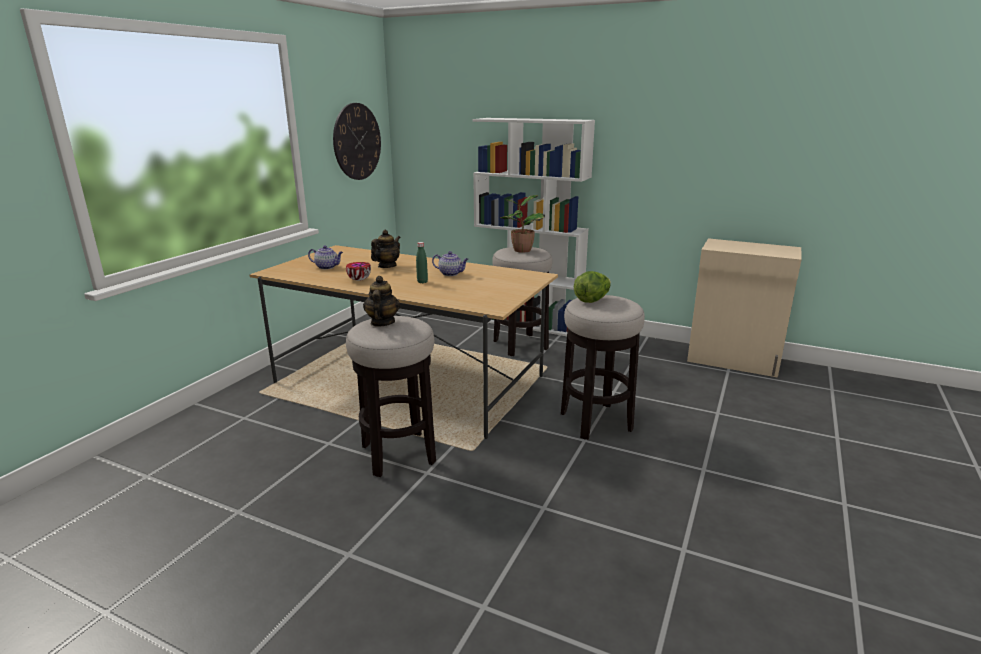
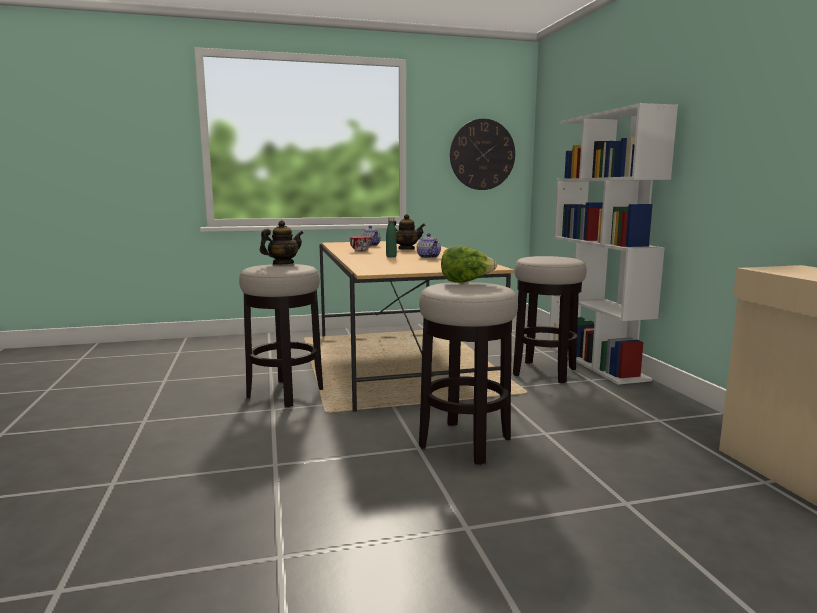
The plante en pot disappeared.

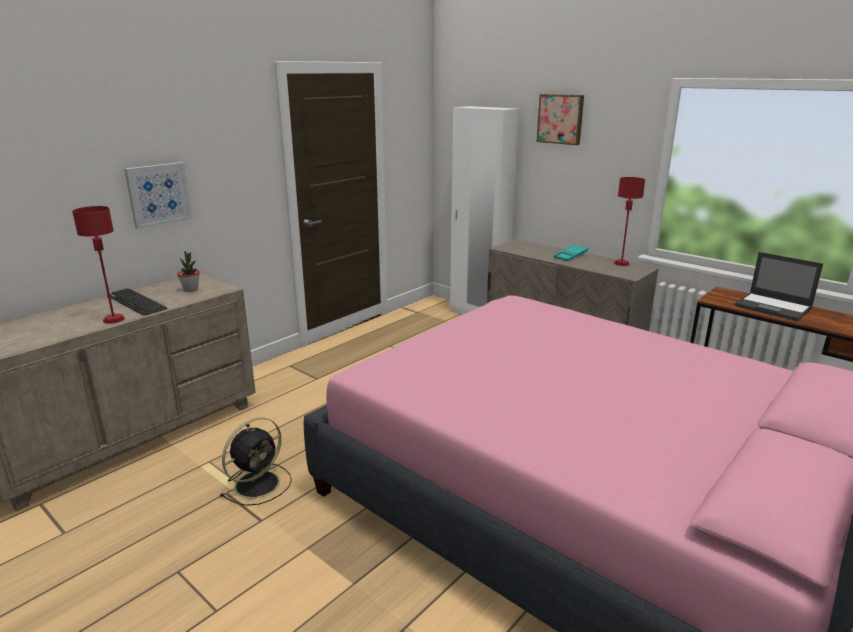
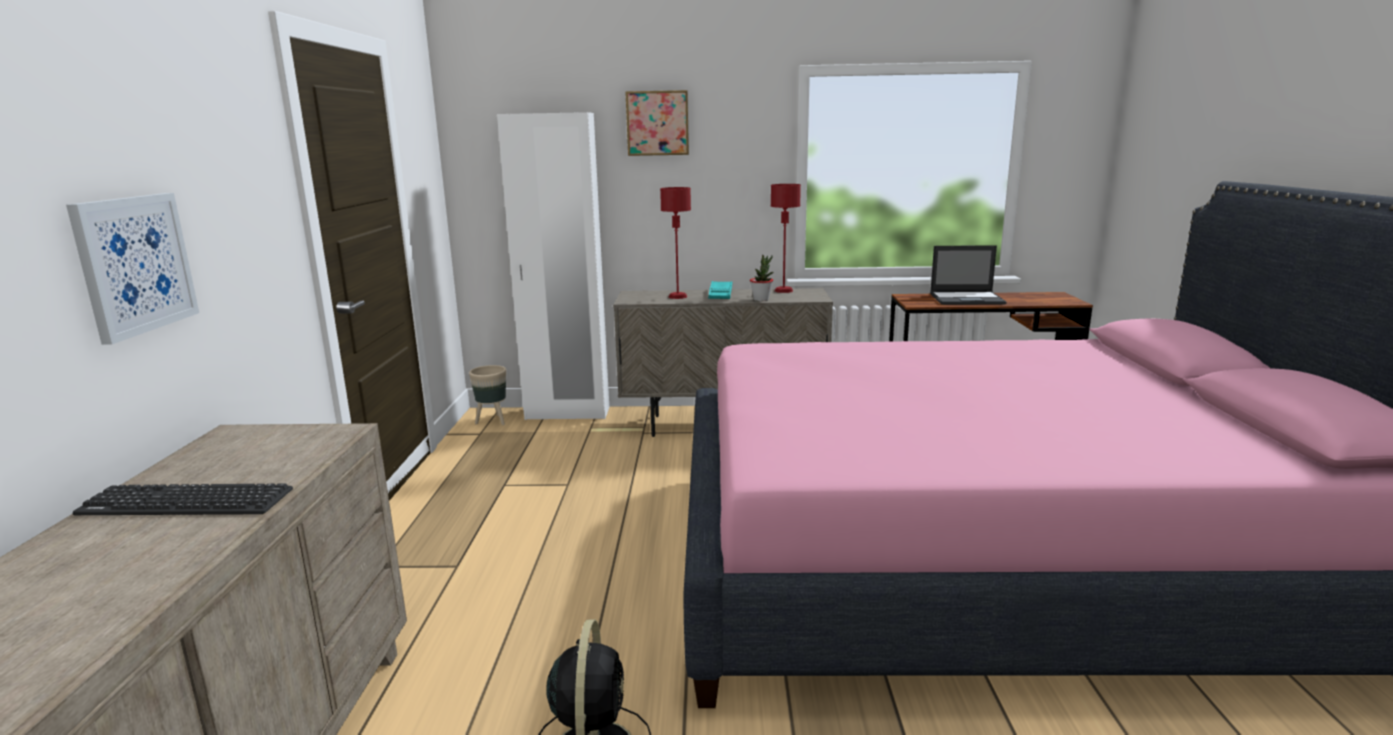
The cache-pot (beige) appeared.
The lampe de table (rouge) (1st from left) moved.
The plante en pot moved.

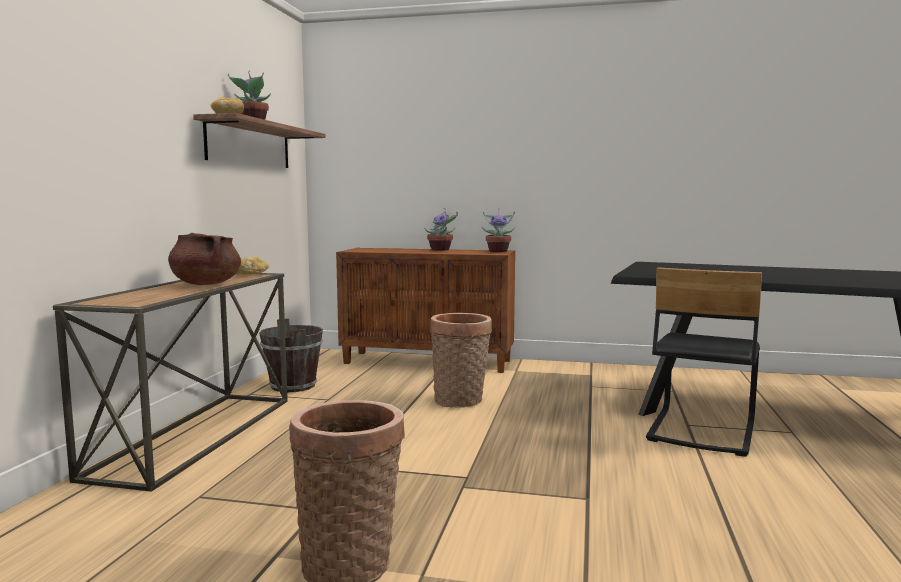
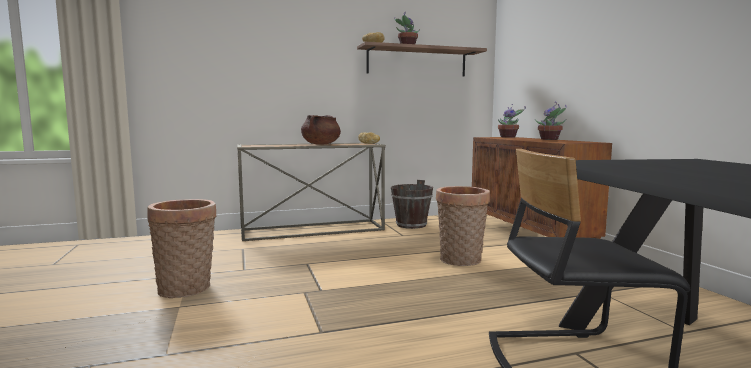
The plante en pot (3rd from left in the first image) moved.

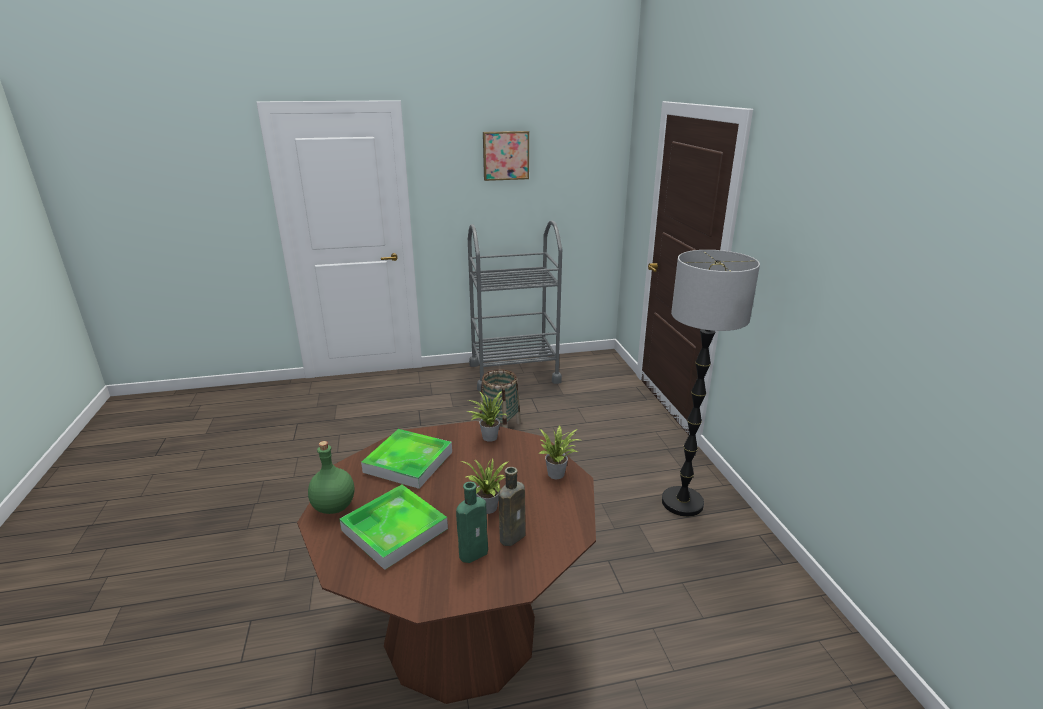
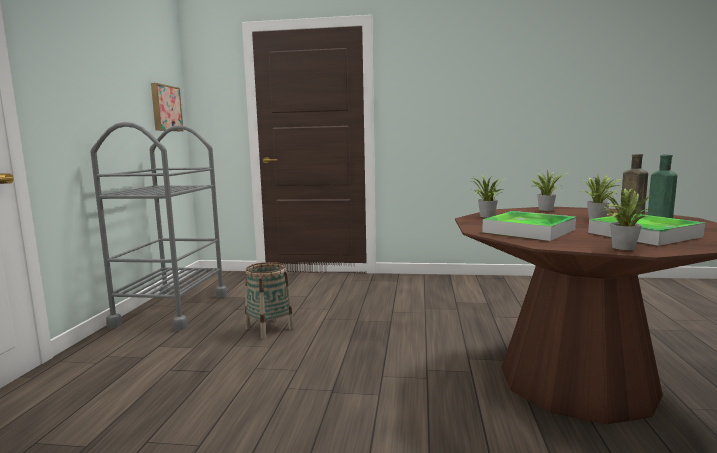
The tableau moved.
The bouteille (vert) (1st from left) was replaced by the plante en pot (4th from left).
The lampadaire disappeared.

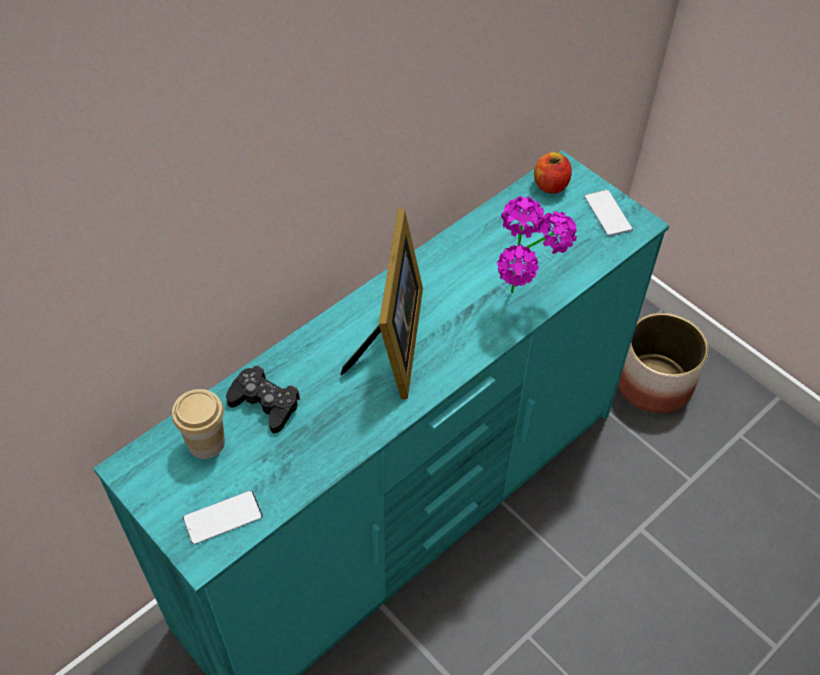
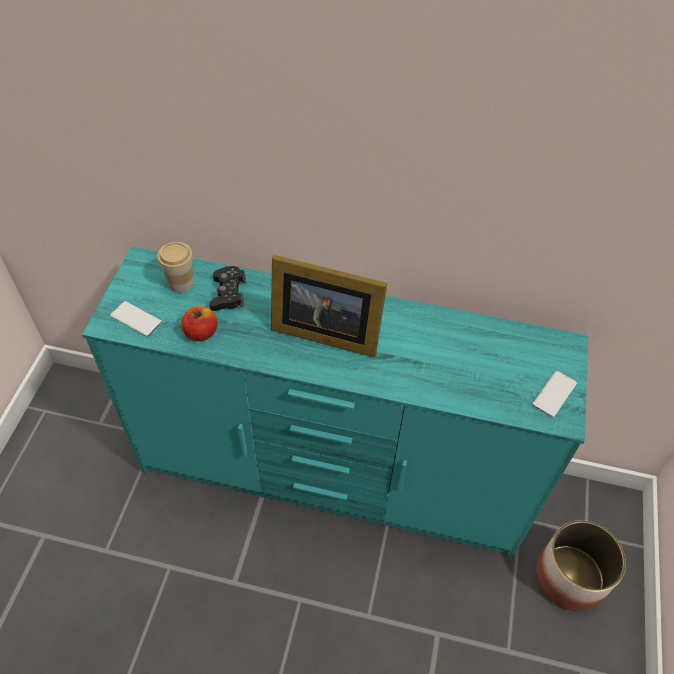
The pomme moved.
The cadre photo turned 45 degrees clockwise.
The plante en pot disappeared.

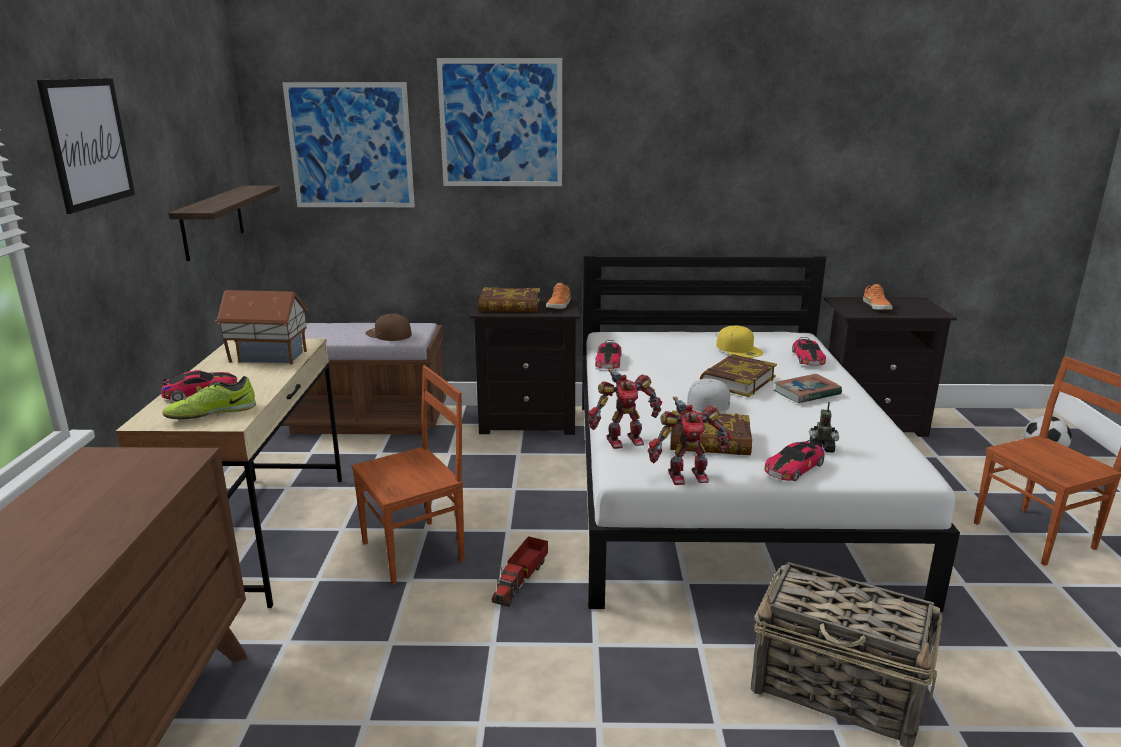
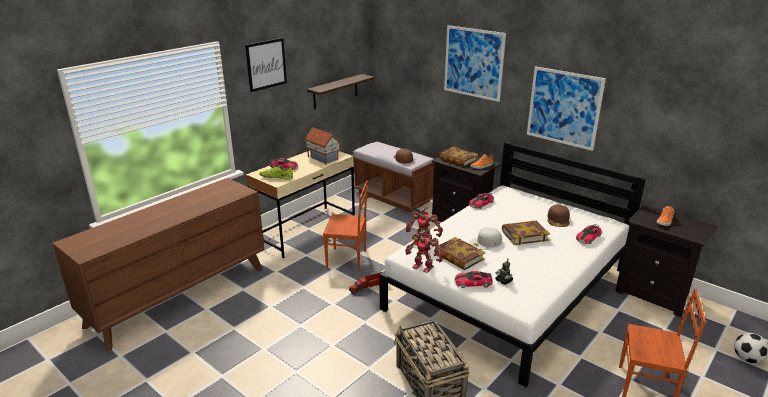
The tableau (2nd from left in the first image) moved.
The casquette (jaune) became the casquette (marron) (2nd from left).
The livre (4th from left) disappeared.

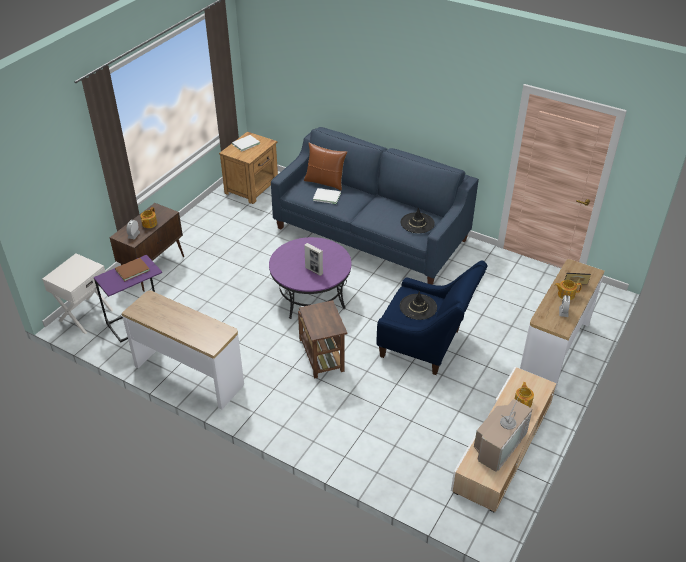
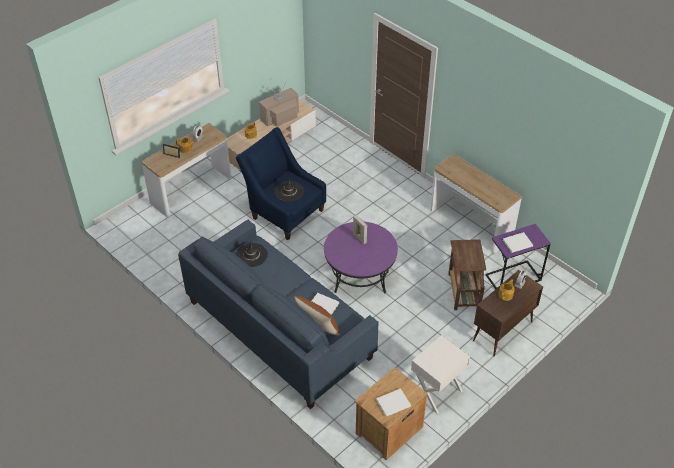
The table de chevet (blanc) moved.
The table d'appoint (marron) moved.
The livre (marron) became the livre (blanc) (3rd from left).

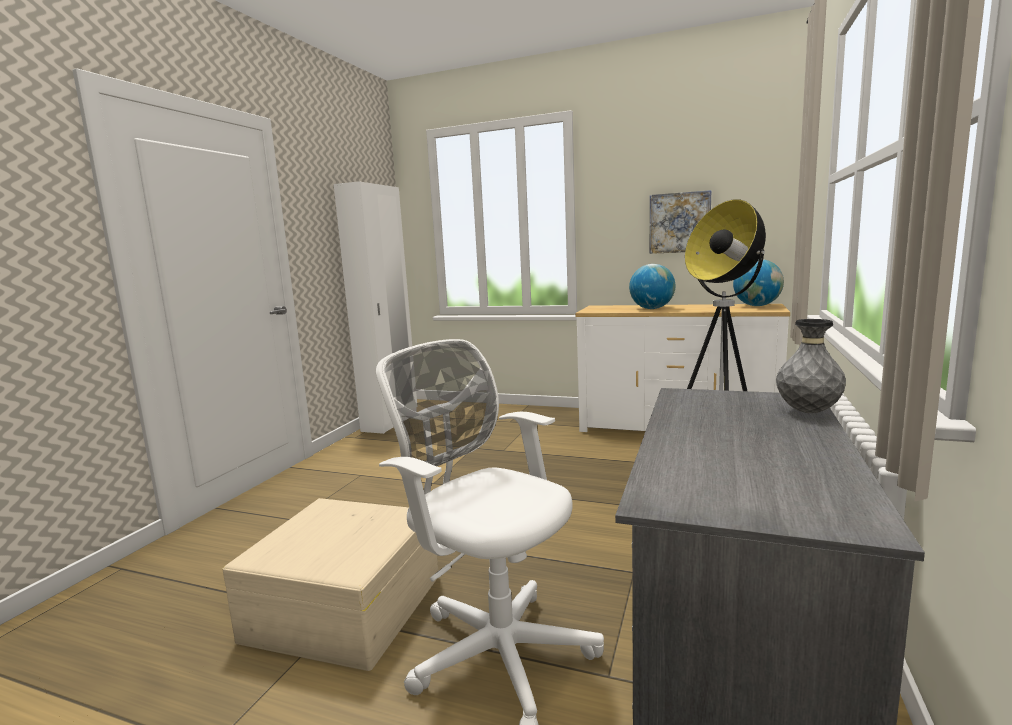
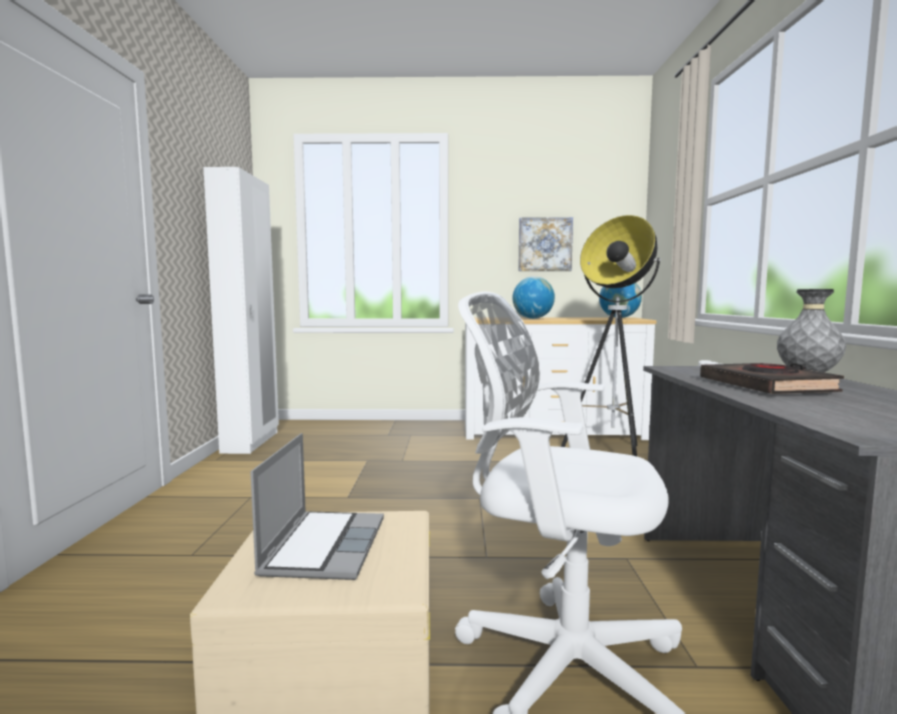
The ordinateur portable appeared.
The livre (noir) appeared.

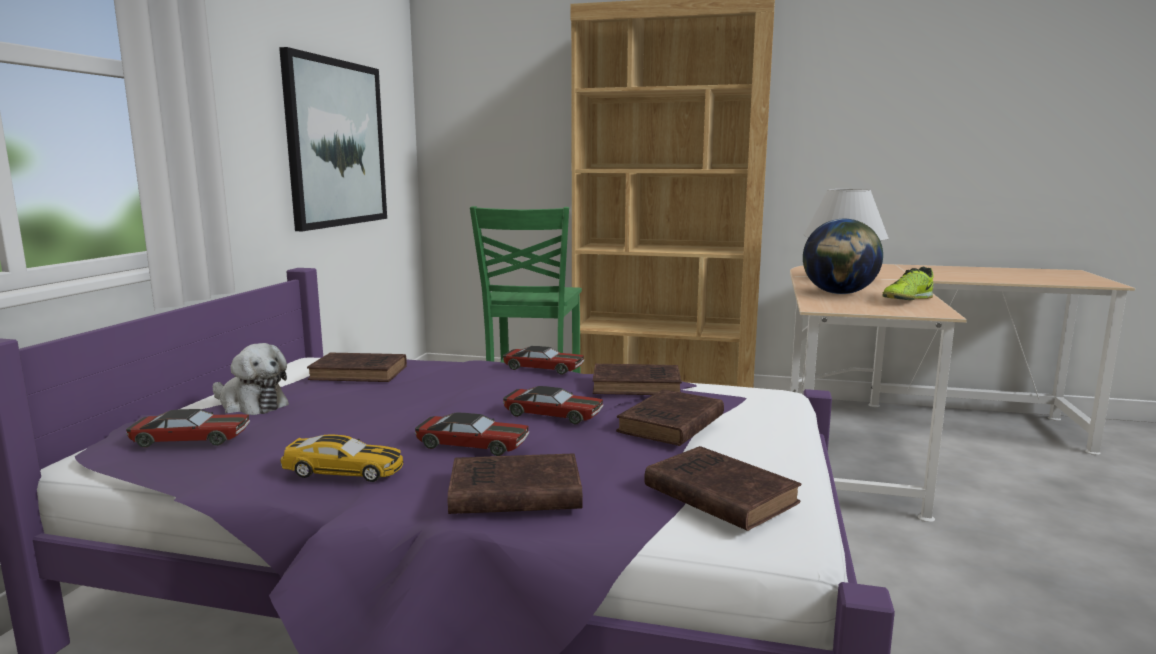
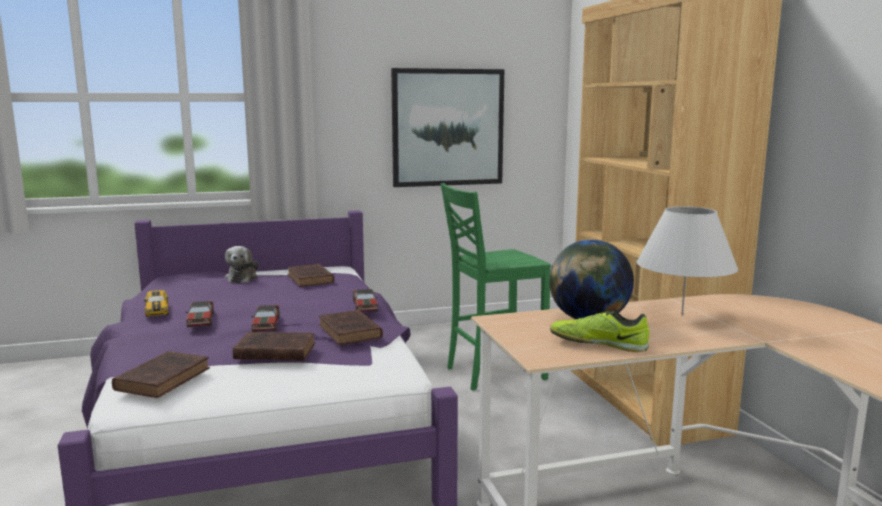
The petite voiture (1st from left) disappeared.
The livre (marron) (2nd from left) disappeared.

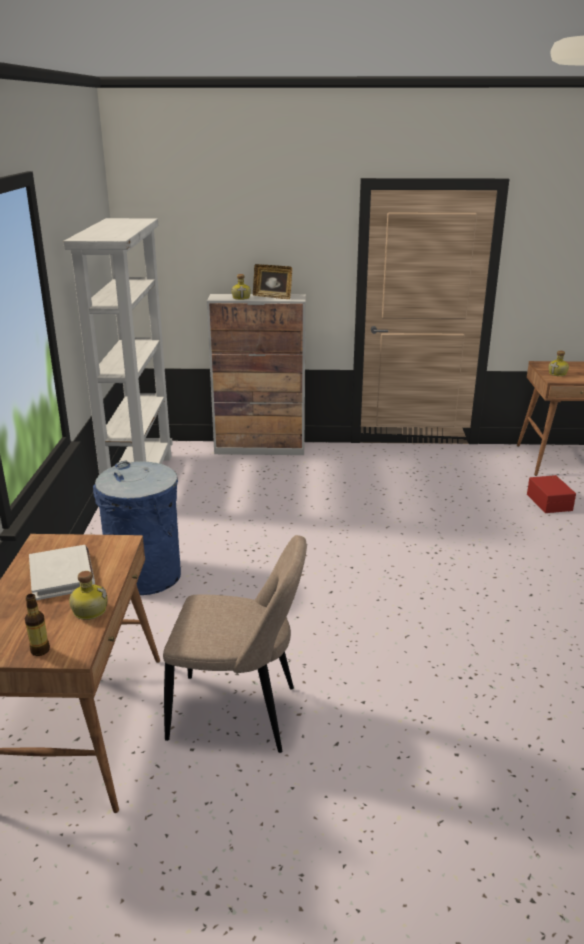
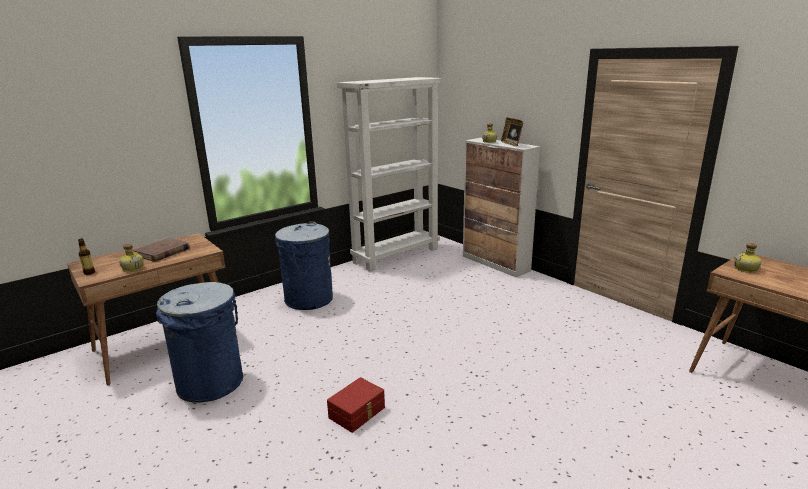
The livre (blanc) became the livre (marron).
The chaise (beige) was replaced by the poubelle (bleu) (1st from left).
The boîte de rangement (rouge) moved.

